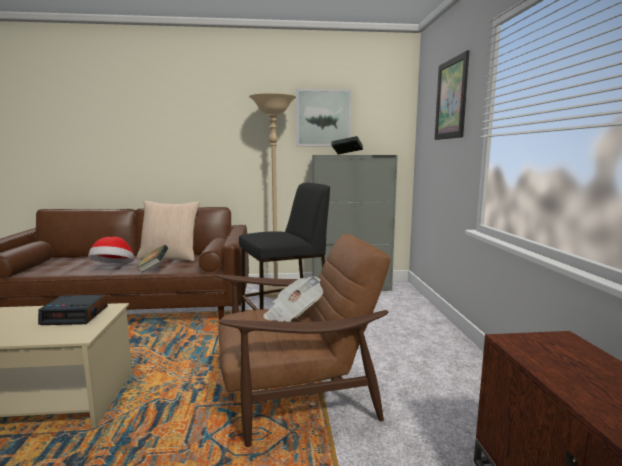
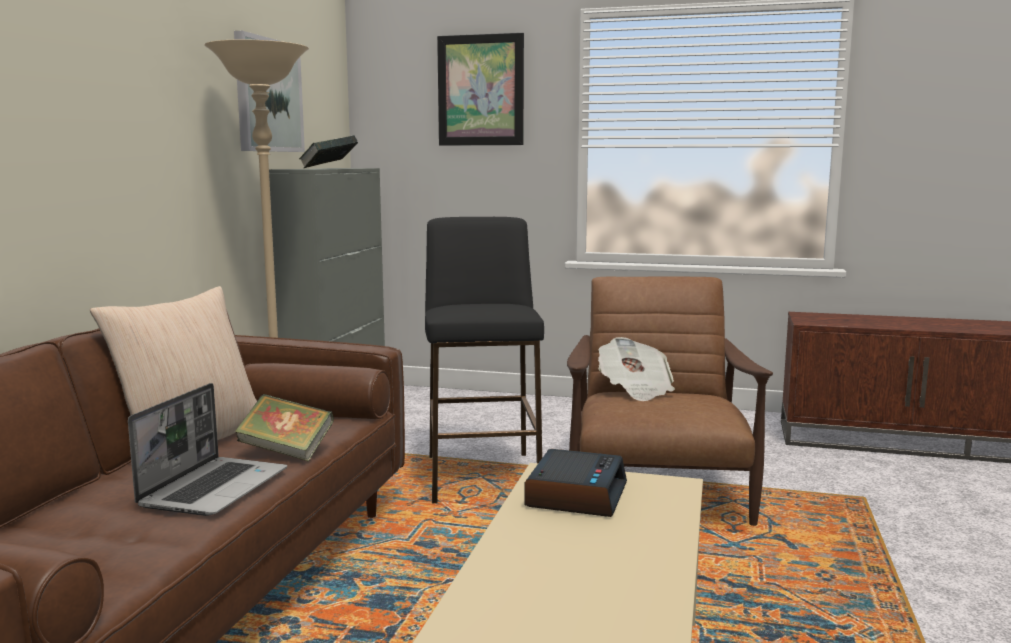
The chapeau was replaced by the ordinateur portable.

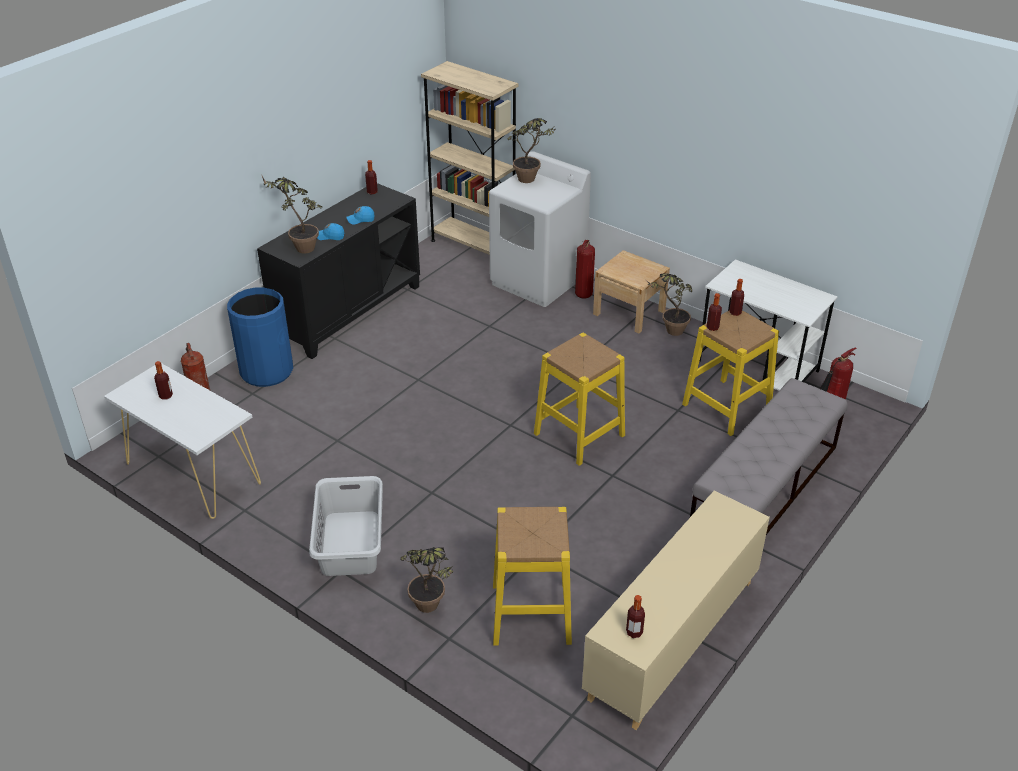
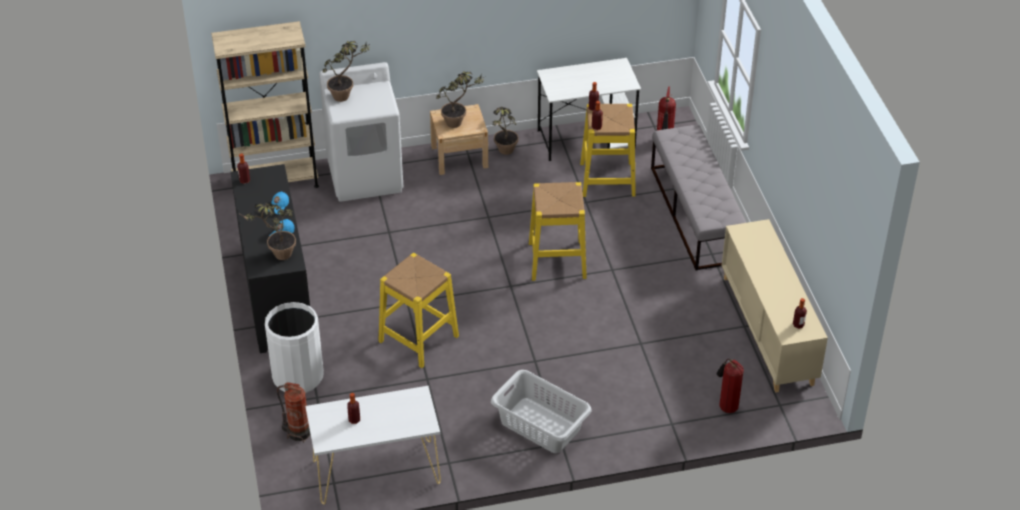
The poubelle (bleu) became the poubelle (blanc).
The tabouret (jaune) (1st from left) moved.
The plante en pot (2nd from left in the first image) moved.
The extincteur (2nd from left in the first image) moved.

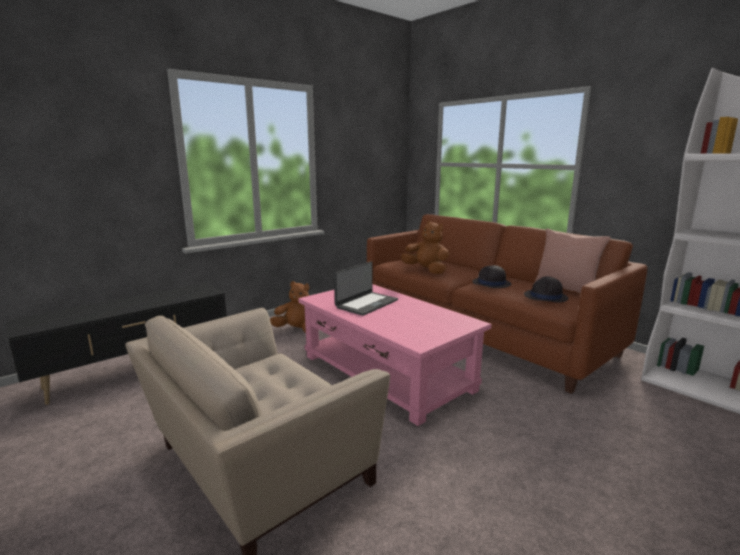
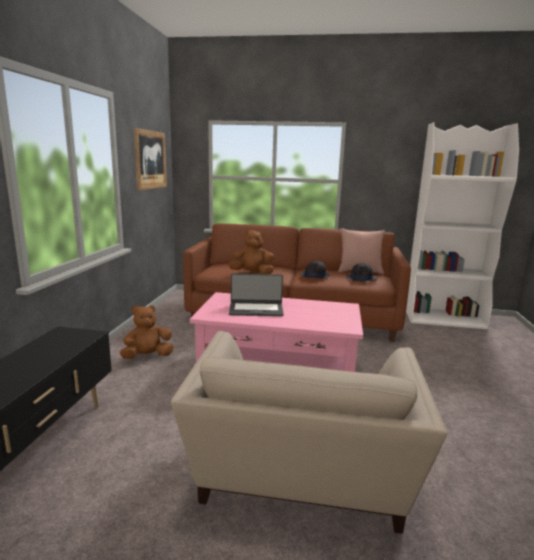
The tableau appeared.
The ordinateur portable turned 90 degrees clockwise.

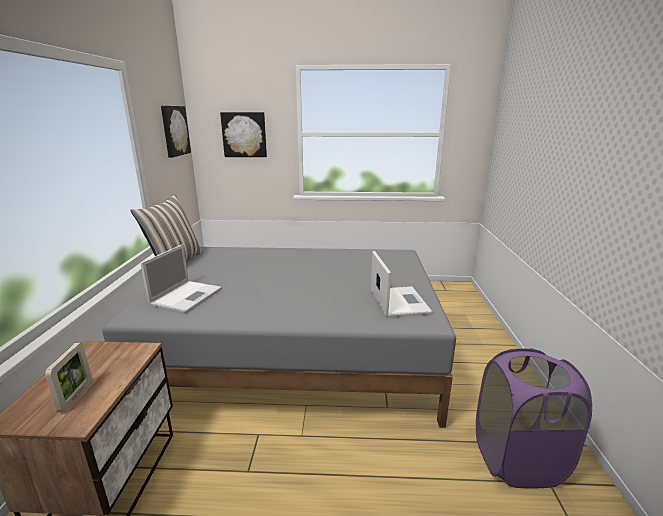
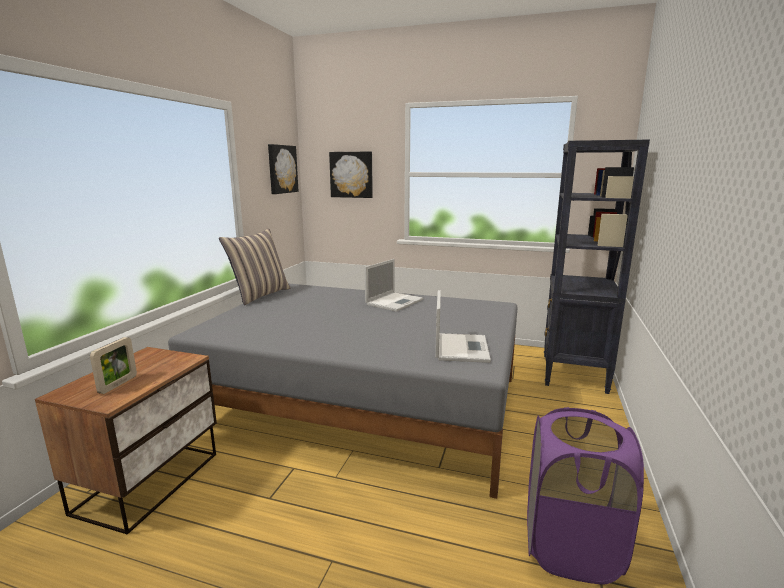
The ordinateur portable (1st from left) moved.
The bibliothèque (noir) appeared.

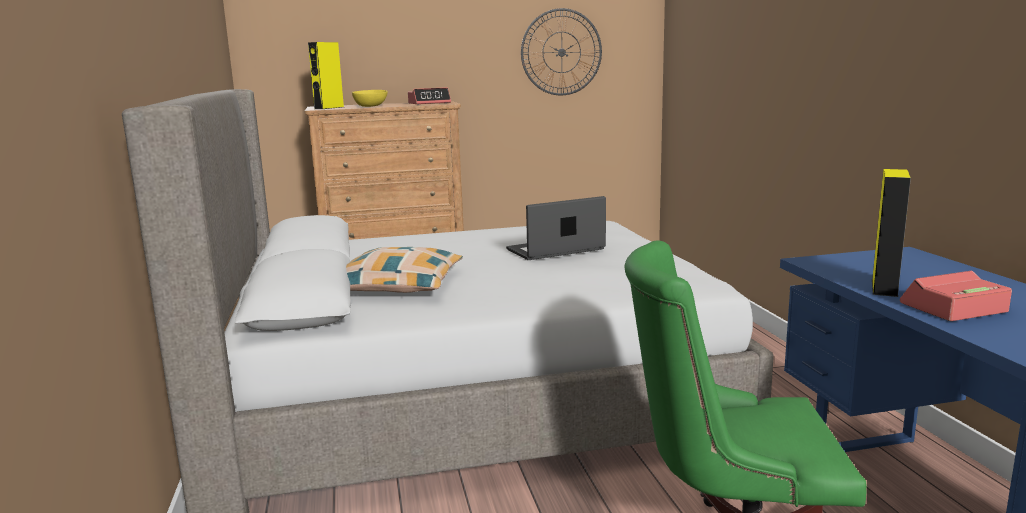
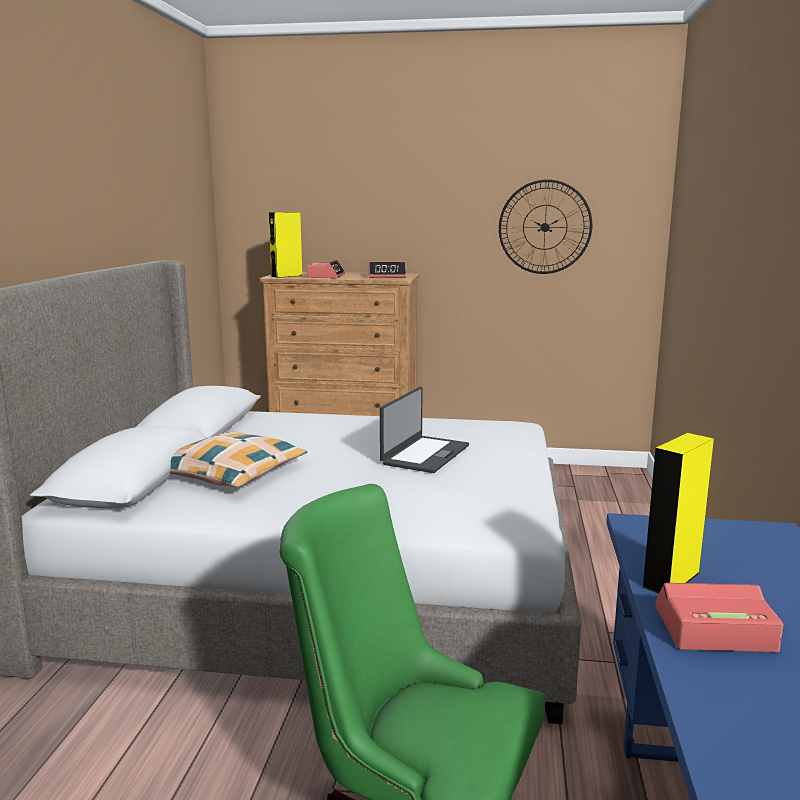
The bol (jaune) was replaced by the réveil (1st from left).
The ordinateur portable turned 120 degrees clockwise.

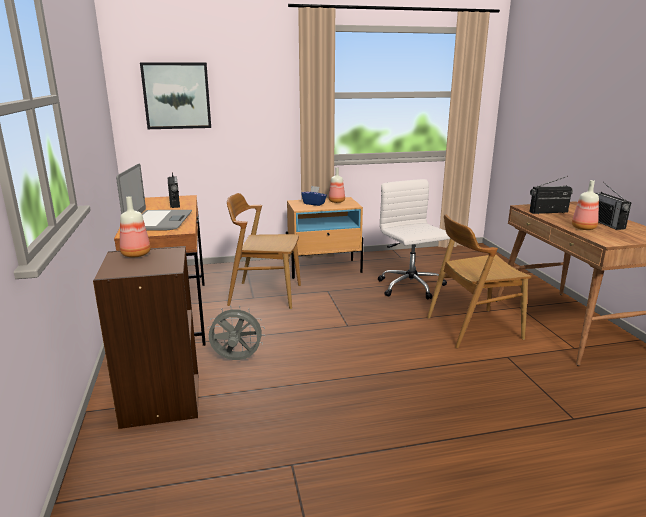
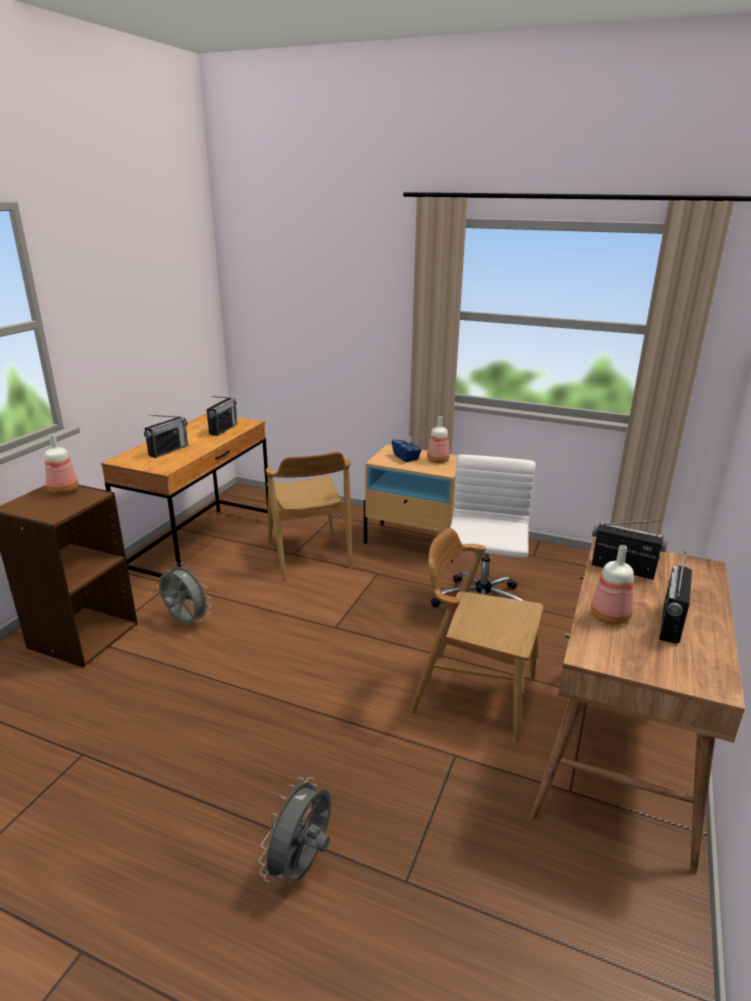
The ordinateur portable was replaced by the radio (1st from left).
The ventilateur (gris) (2nd from left) appeared.
The chaise (marron) (1st from left) turned 150 degrees counterclockwise.
The tableau disappeared.

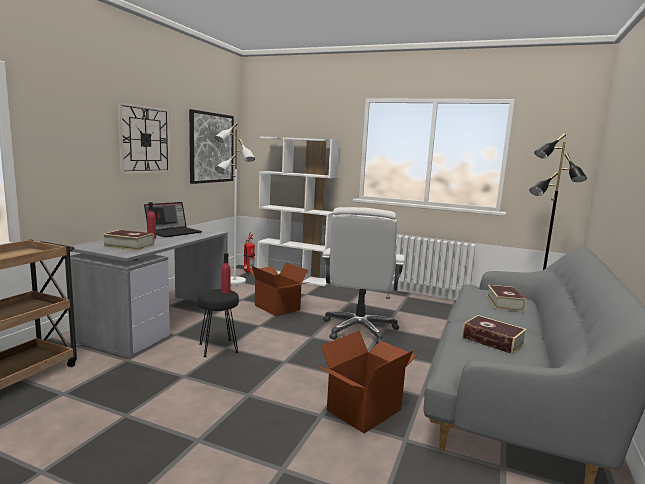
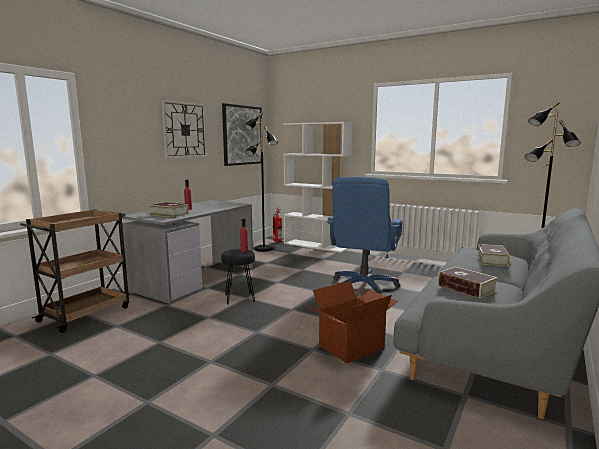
The lampadaire (blanc) became the lampadaire (noir) (1st from left).
The chaise de bureau (blanc) became the chaise de bureau (bleu).
The ordinateur portable disappeared.
The carton (1st from left) disappeared.

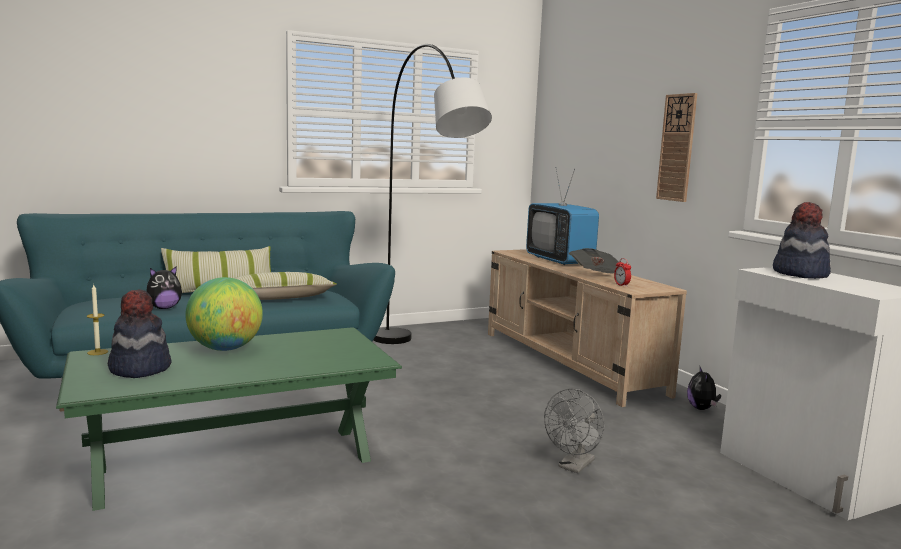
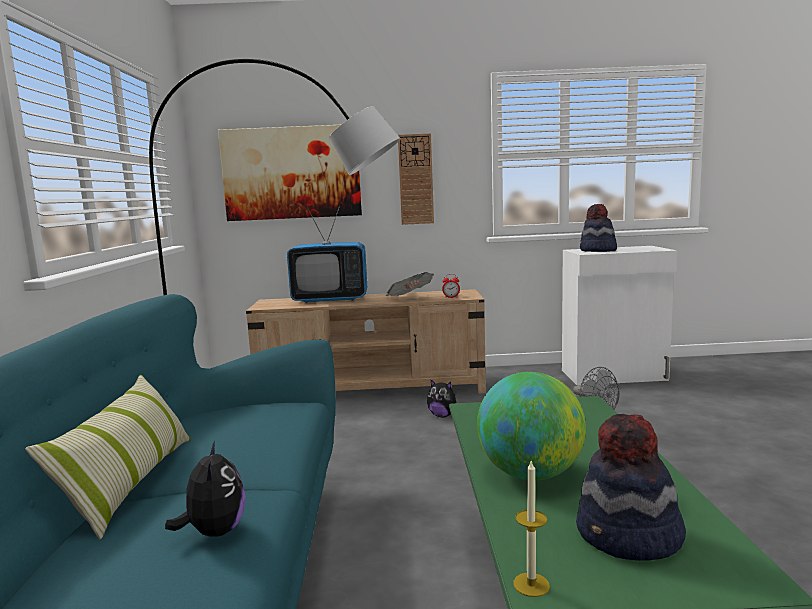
The tableau appeared.
The peluche (2nd from left) moved.
The coussin (2nd from left) disappeared.

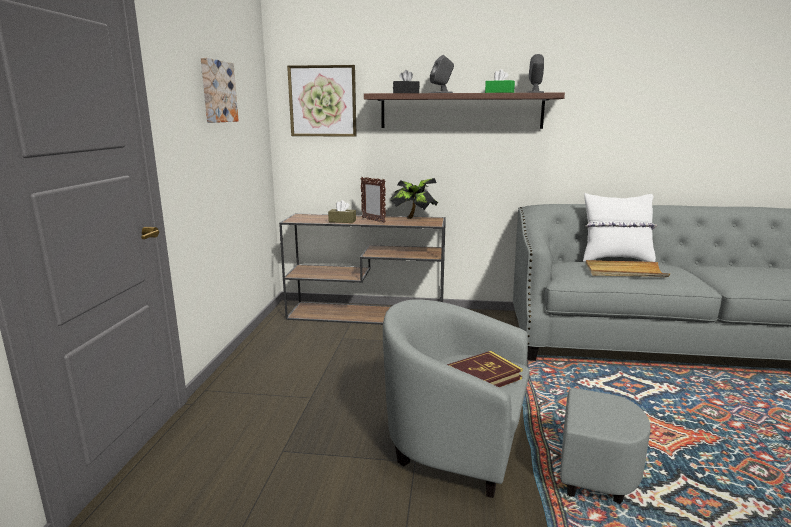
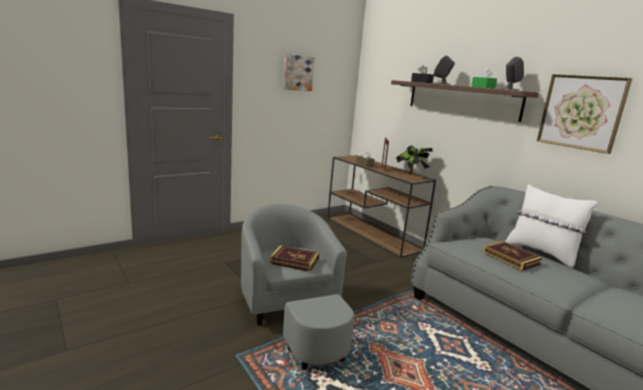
The plateau (beige) was replaced by the livre (2nd from left).
The tableau (2nd from left) moved.

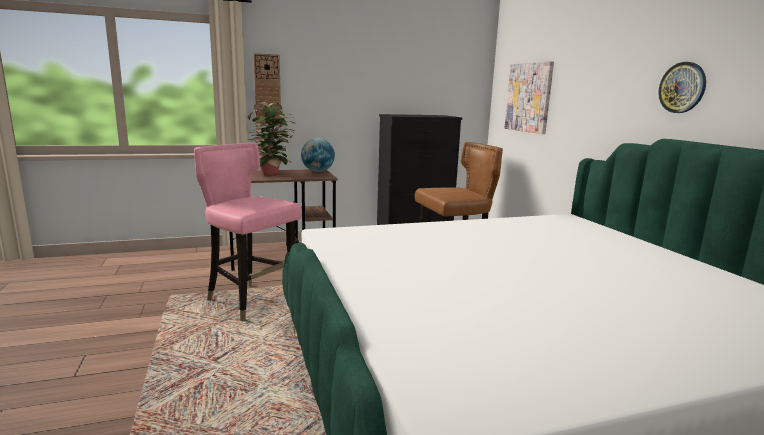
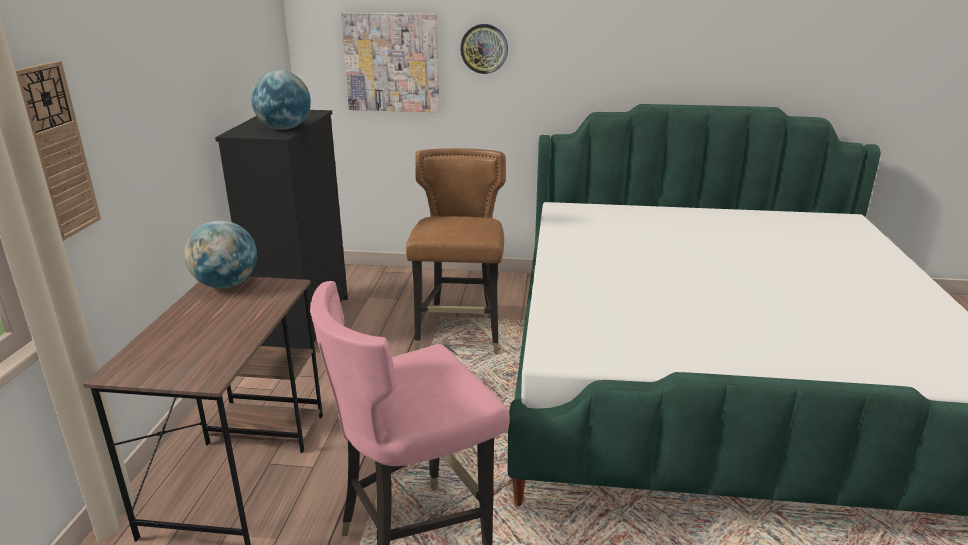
The globe (2nd from left) appeared.
The horloge murale (2nd from left) moved.
The plante en pot disappeared.

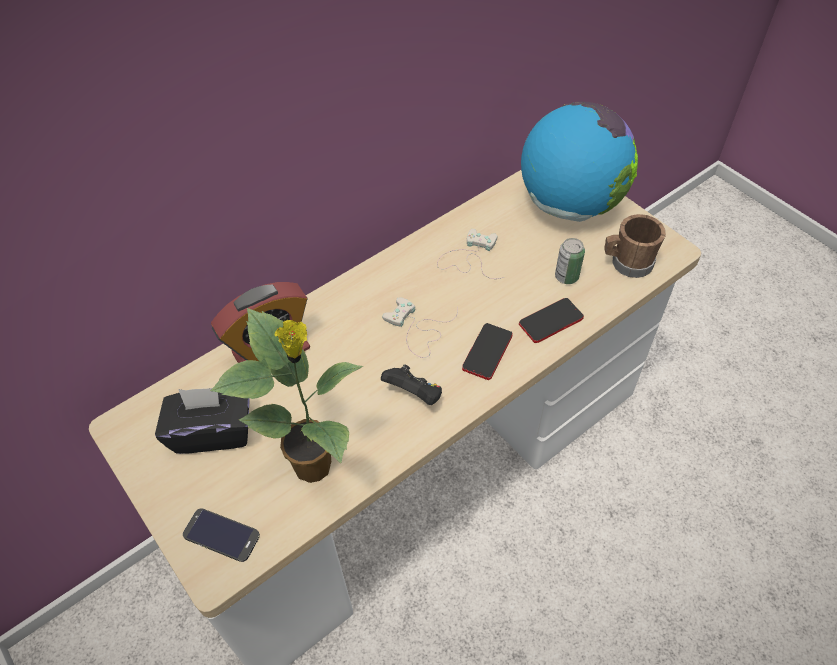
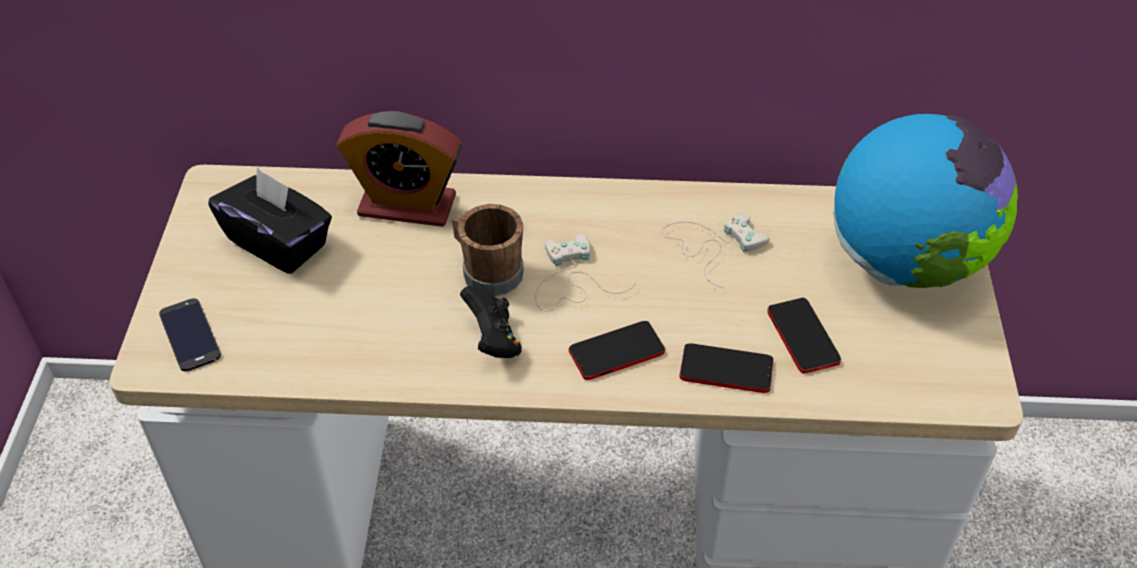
The mug (marron) moved.
The boîte métallique was replaced by the téléphone (4th from left).
The plante en pot disappeared.

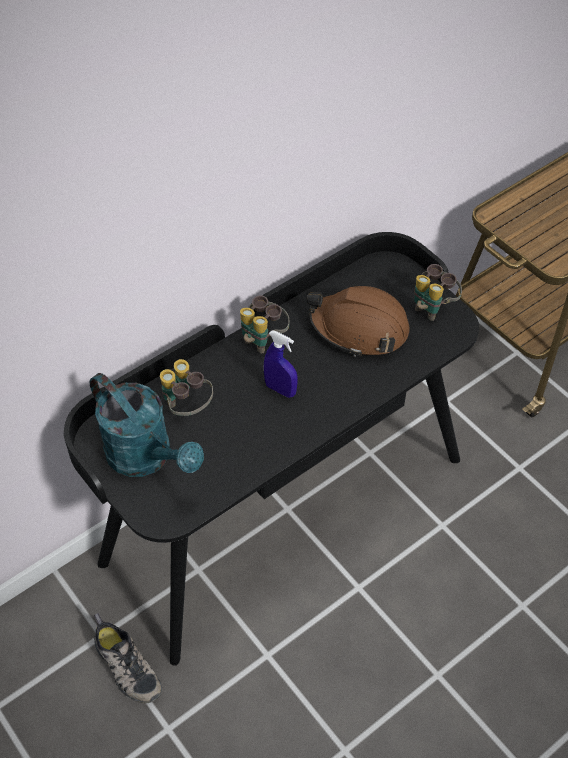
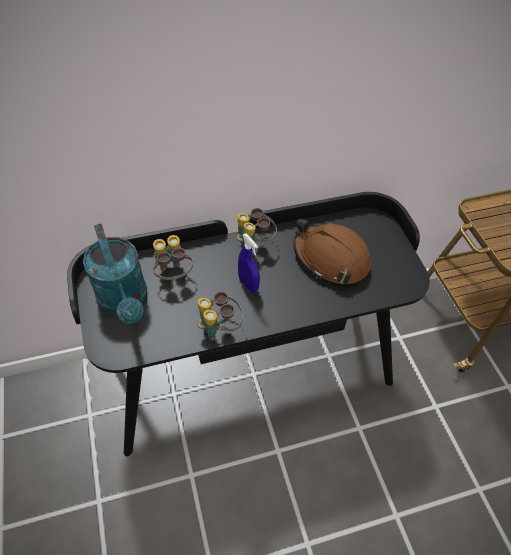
The jumelles (3rd from left in the first image) moved.
The chaussure disappeared.

